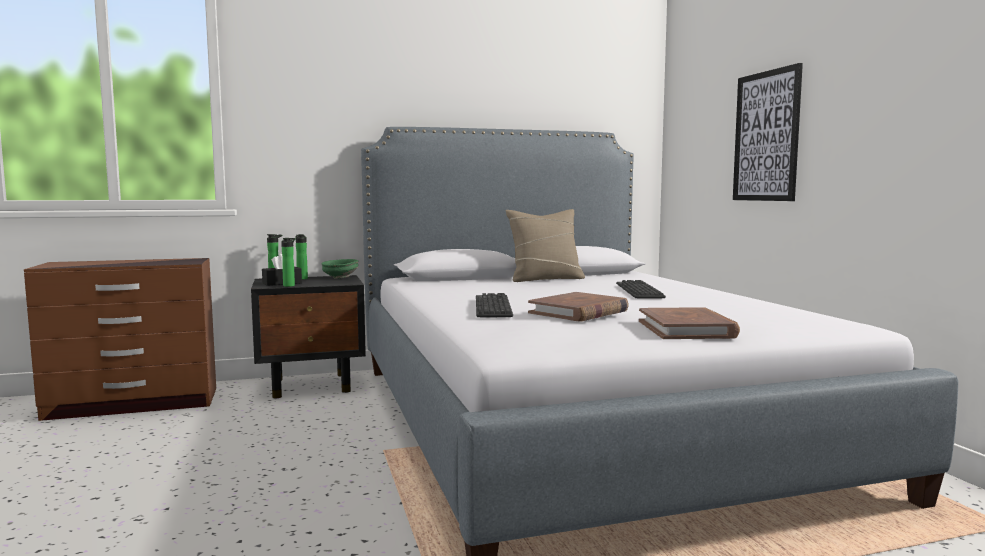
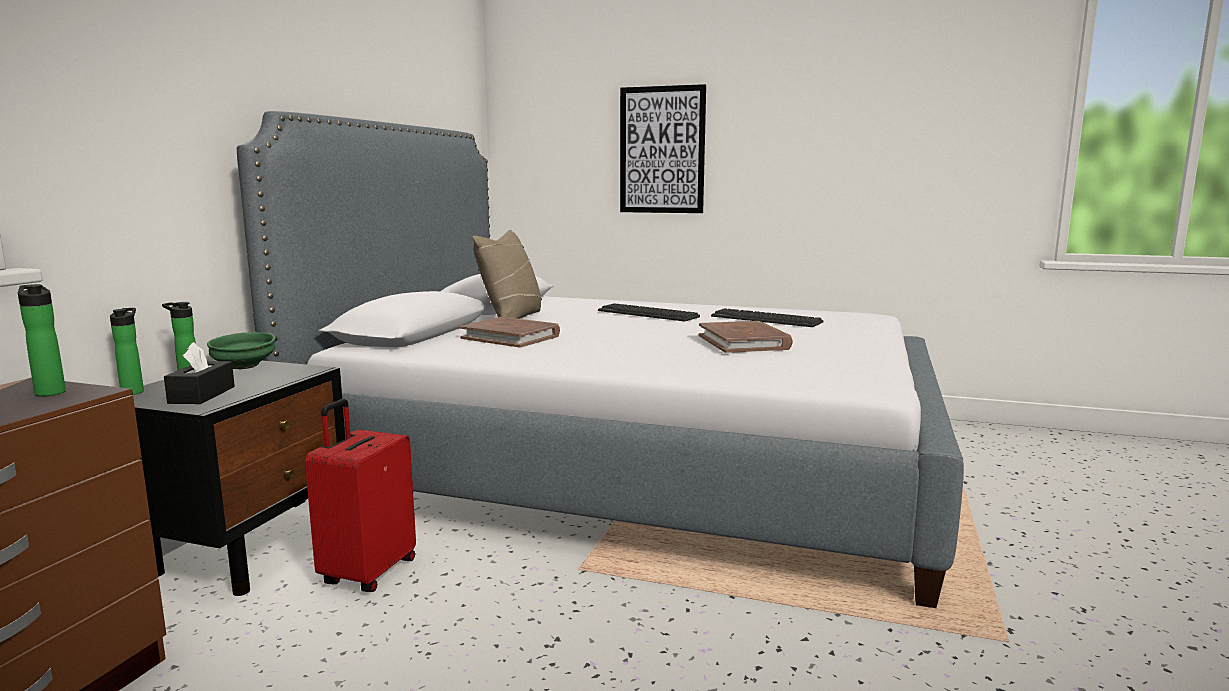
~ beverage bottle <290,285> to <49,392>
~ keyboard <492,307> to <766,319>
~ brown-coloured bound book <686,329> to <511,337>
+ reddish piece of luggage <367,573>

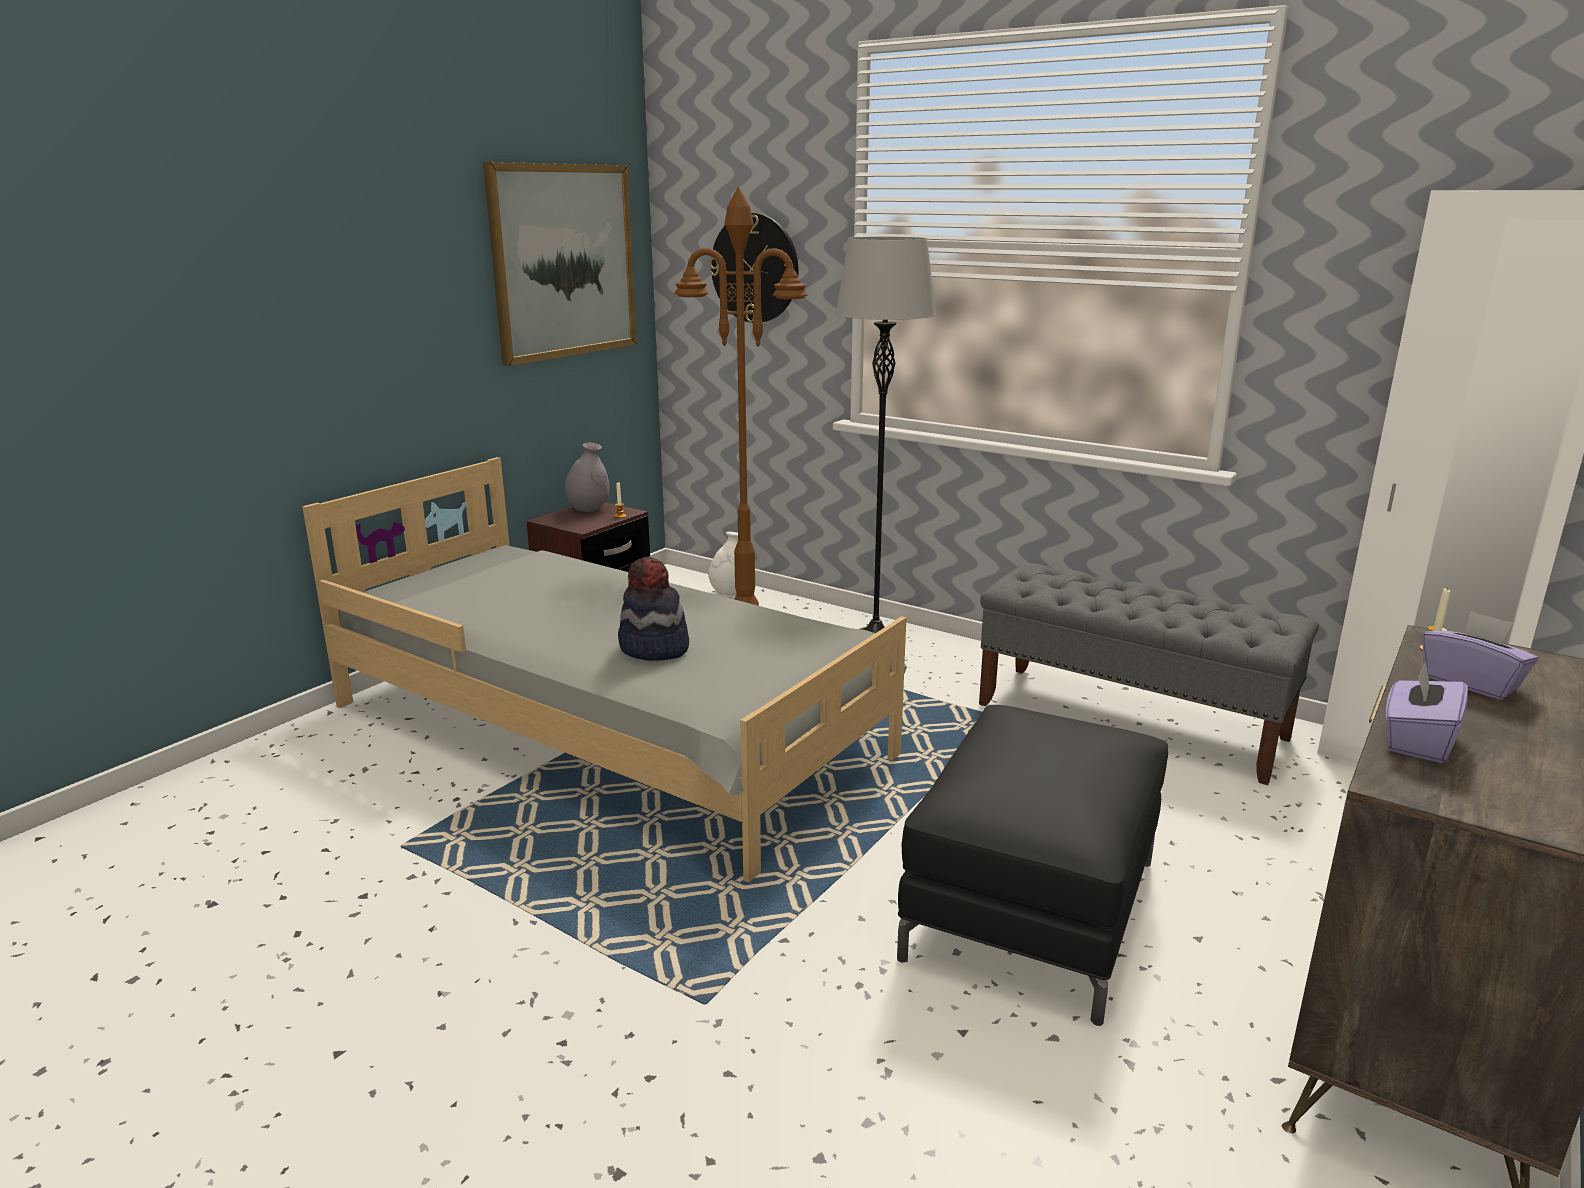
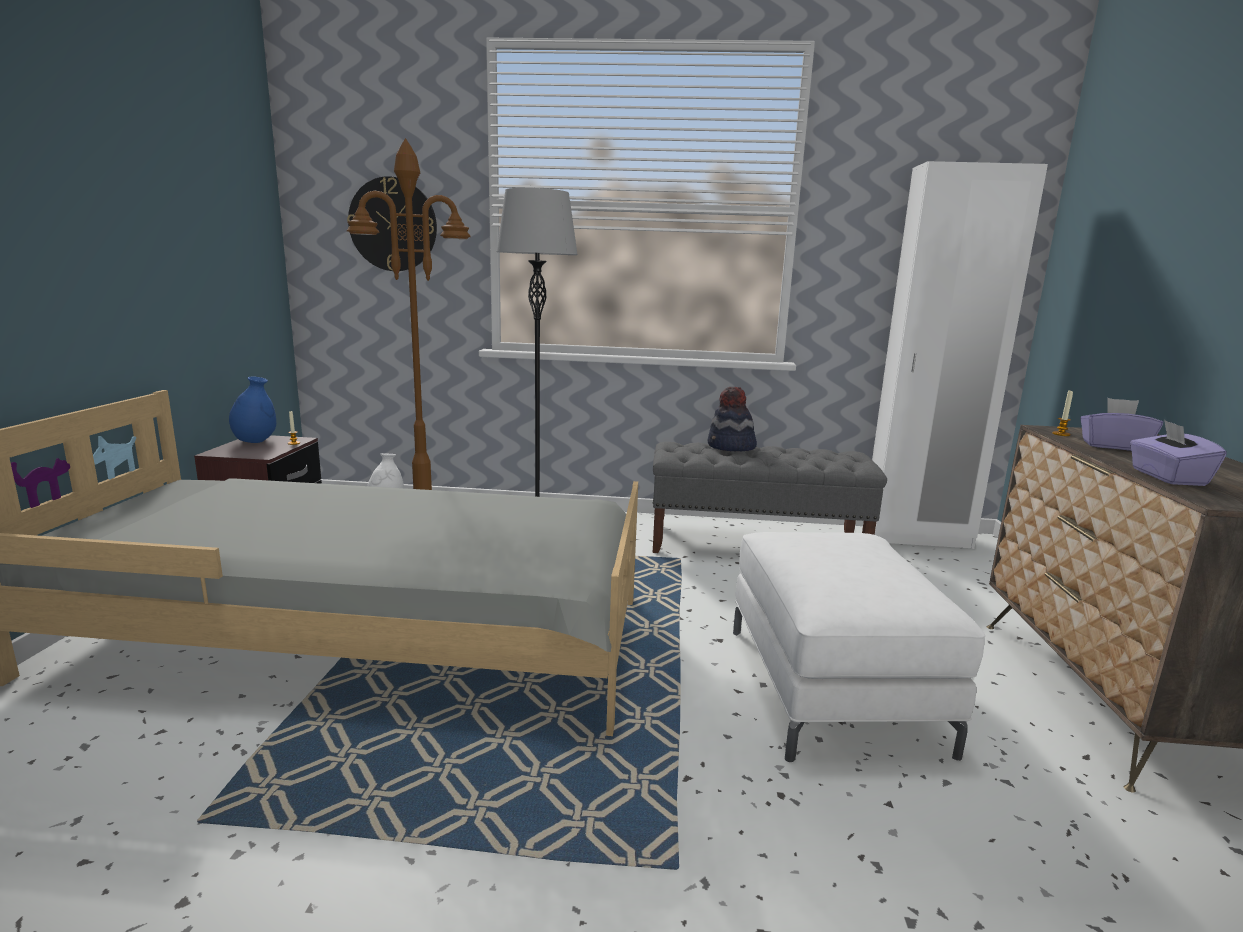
- picture <563,261>
~ greyish flower vase <588,509> to blue-coloured flower vase <255,441>
~ wearable hat <654,648> to <731,447>
~ black footrest <1032,908> to whitish footrest <831,687>

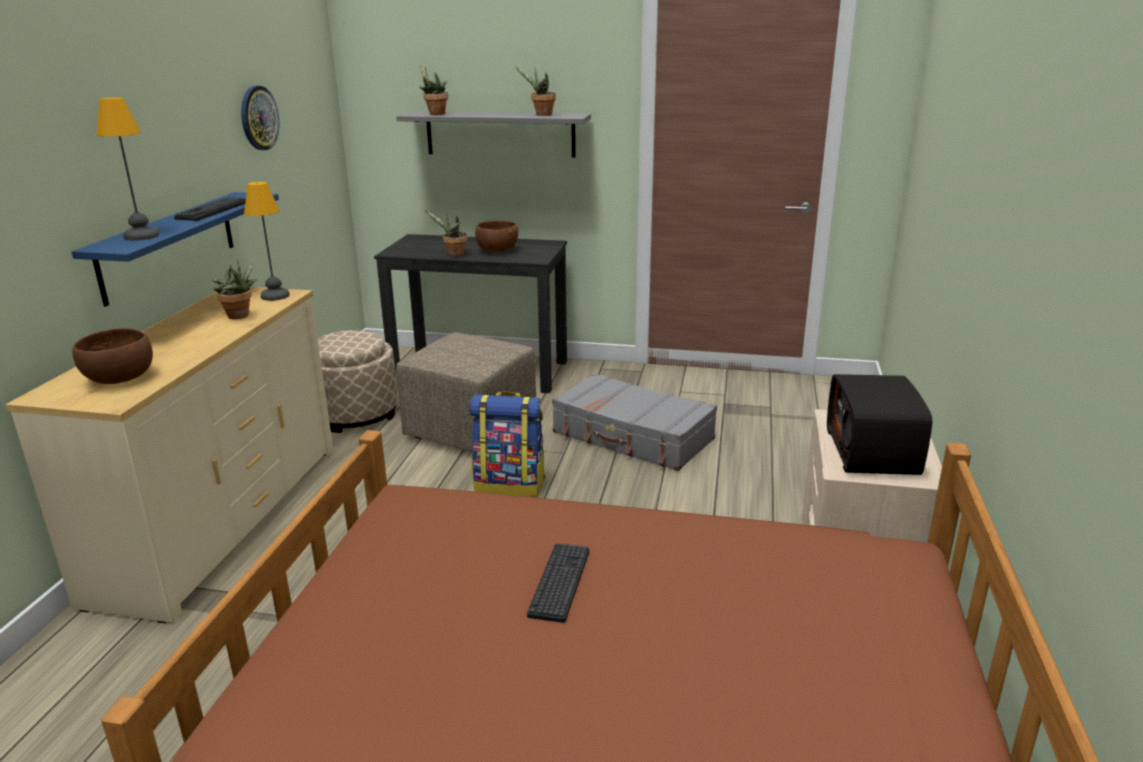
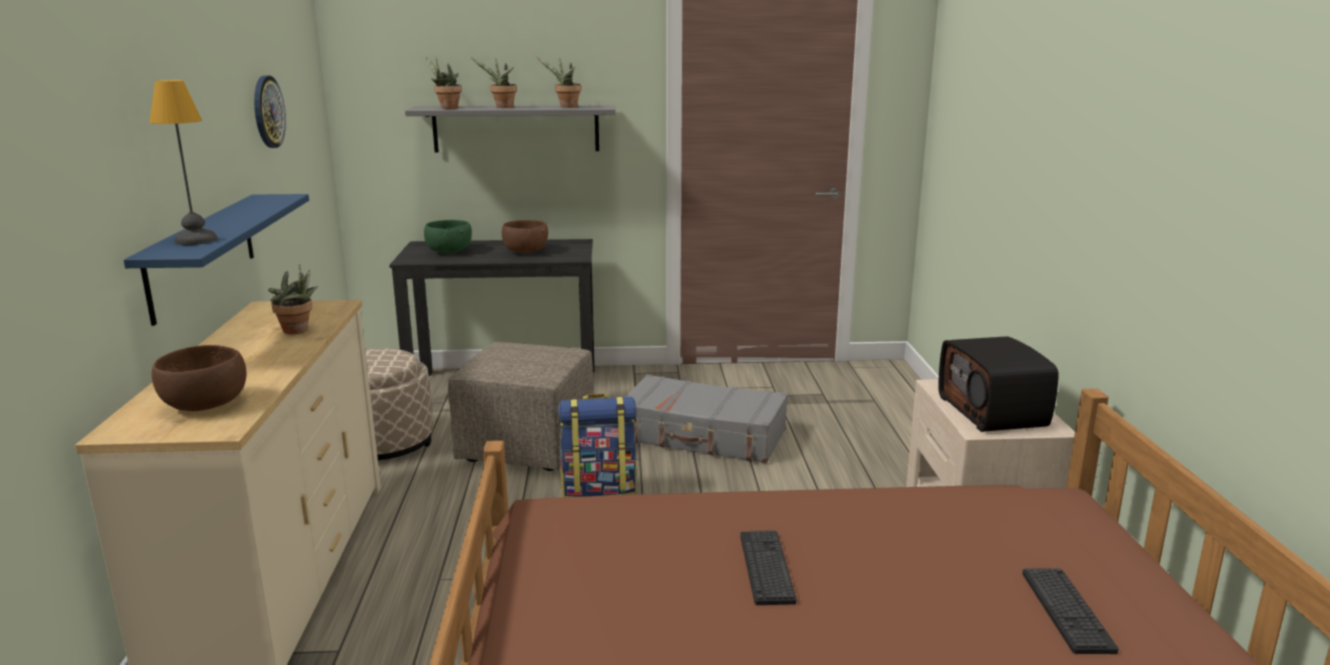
- table lamp <276,295>
~ keyboard <212,210> to <1066,610>
~ plant in a pot <454,255> to <502,107>
+ greenish deep dish <448,252>

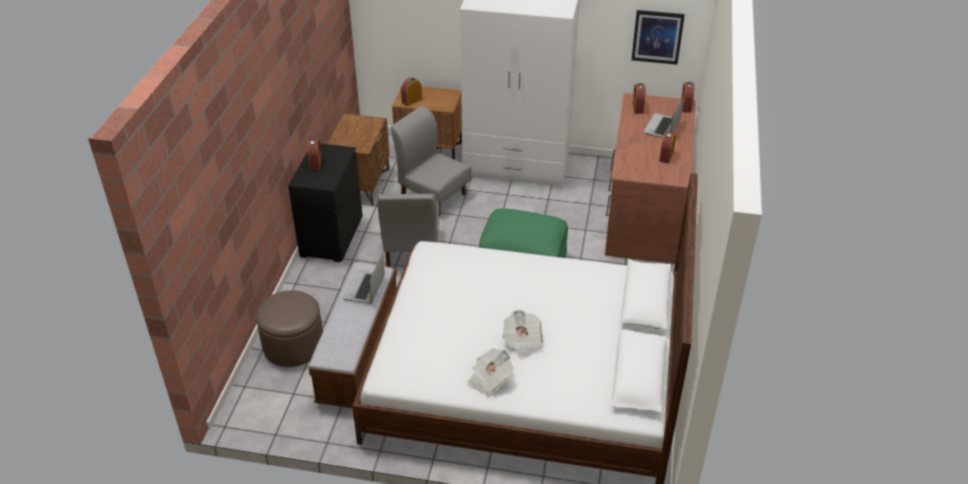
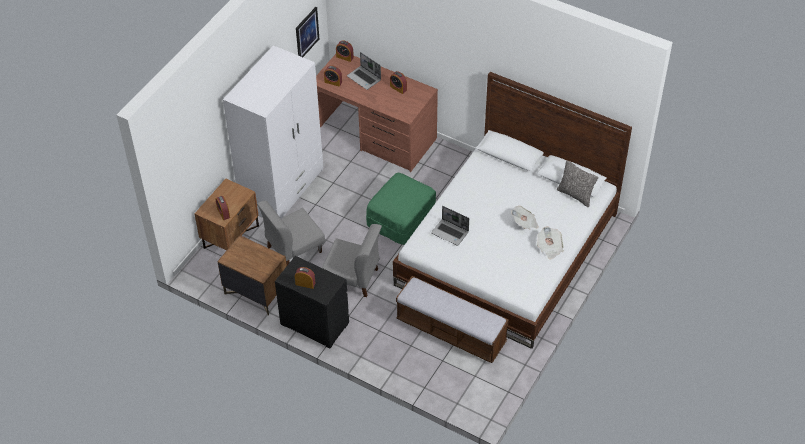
~ laptop <364,288> to <450,232>
- brown-coloured footrest <293,345>
+ cushion <575,195>

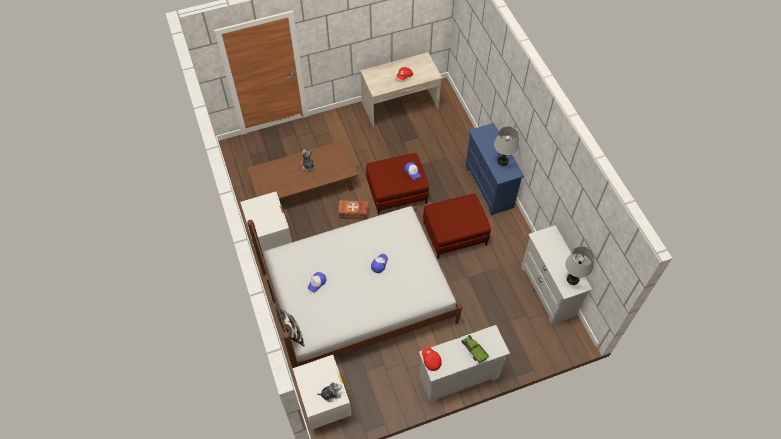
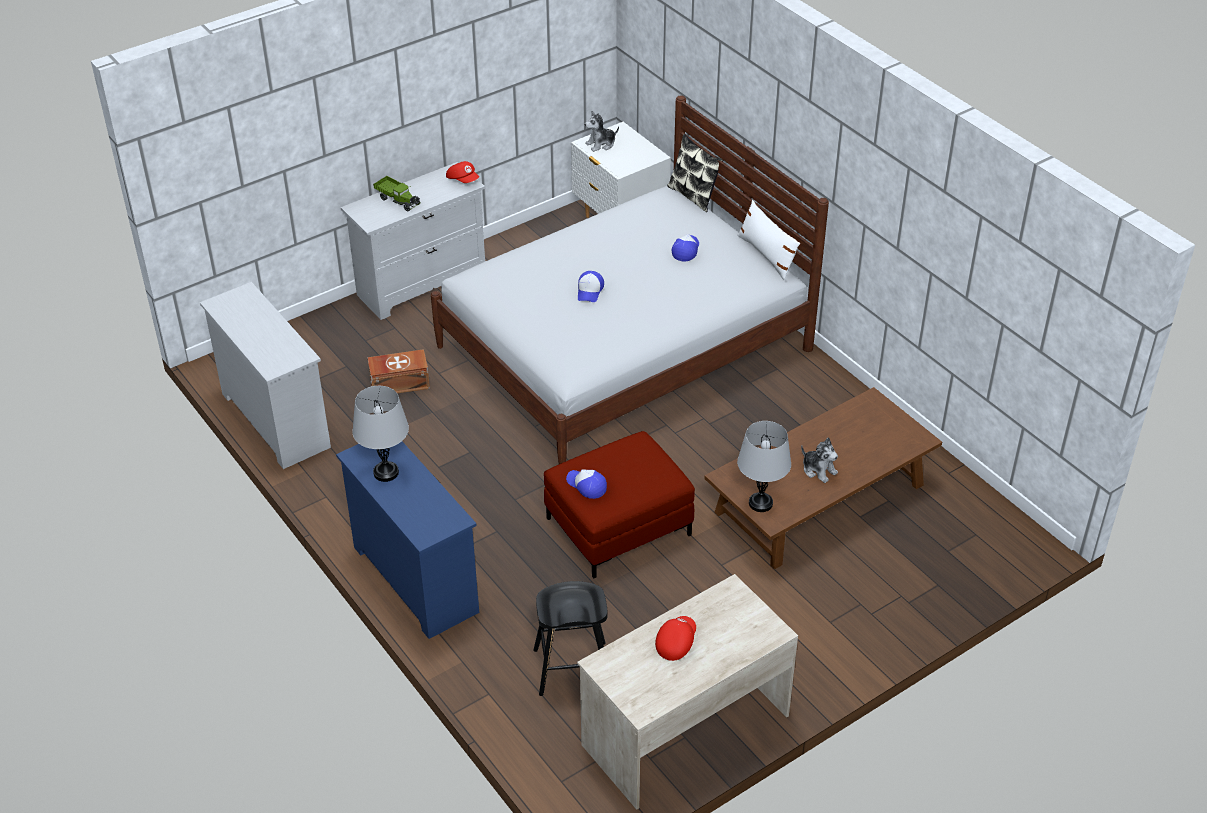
- whitish night table <271,241>
- reddish footrest <455,233>
~ brown-coloured storage bin <354,214> to <398,383>
~ greyish table lamp <572,279> to <760,503>
+ whitish cushion <767,255>
+ black stool seat <572,668>

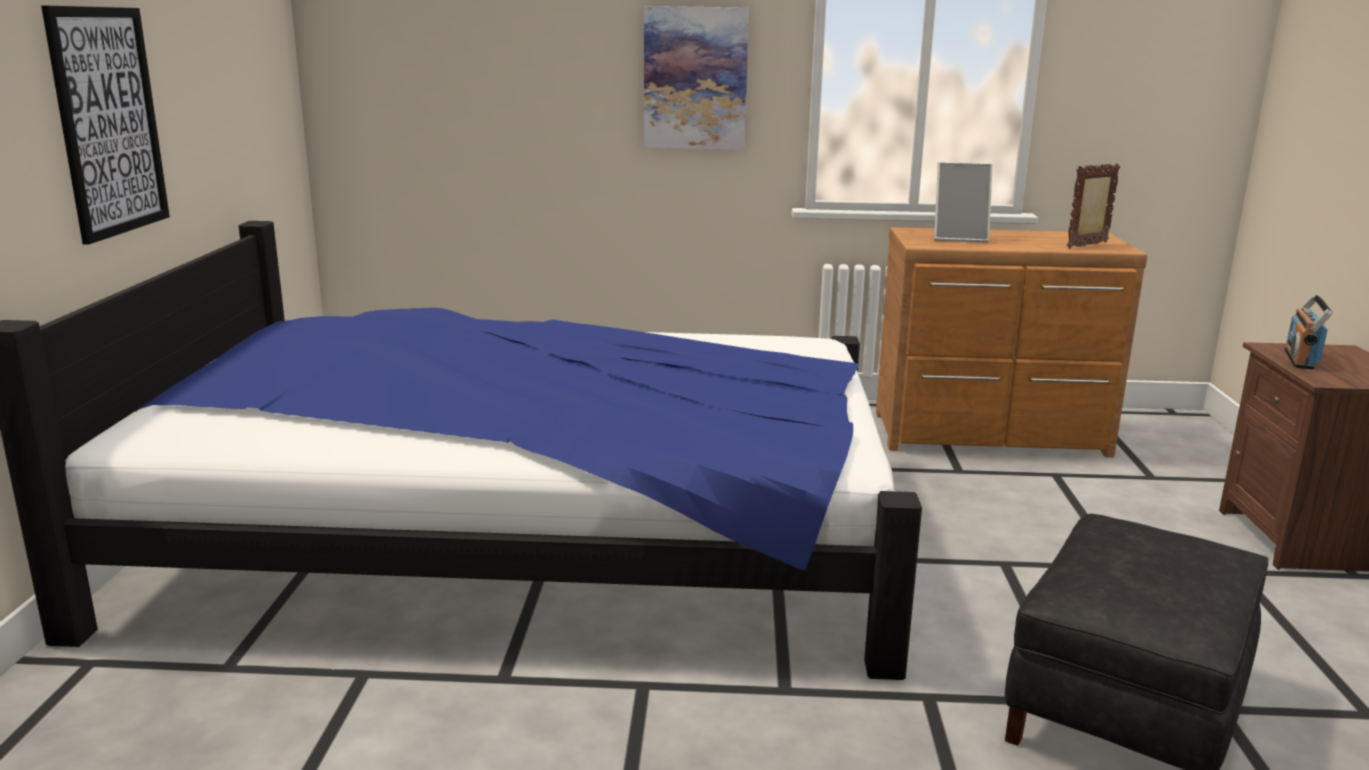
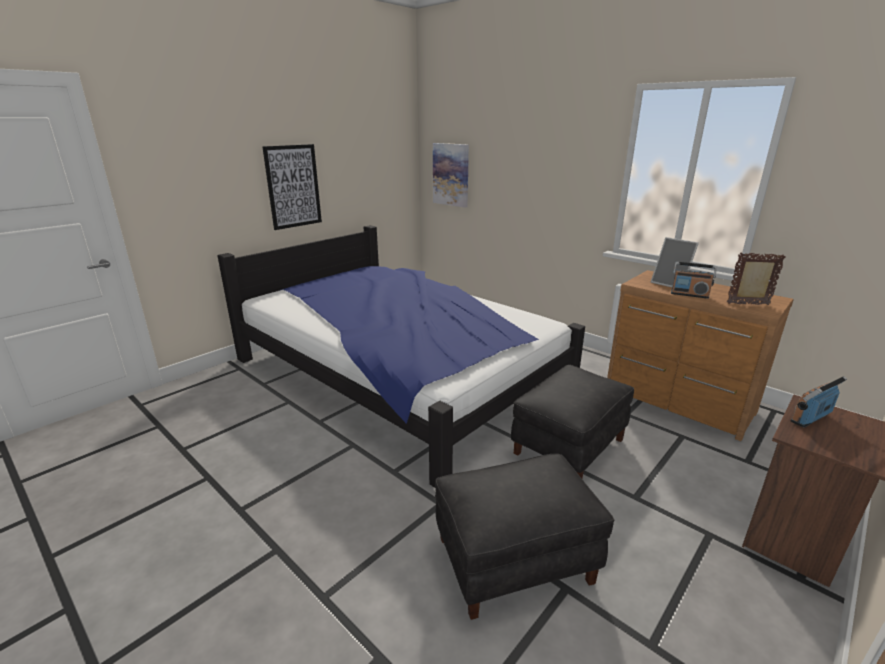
~ picture <695,78> to <451,174>
+ radio receiver <689,294>
+ black footrest <568,446>

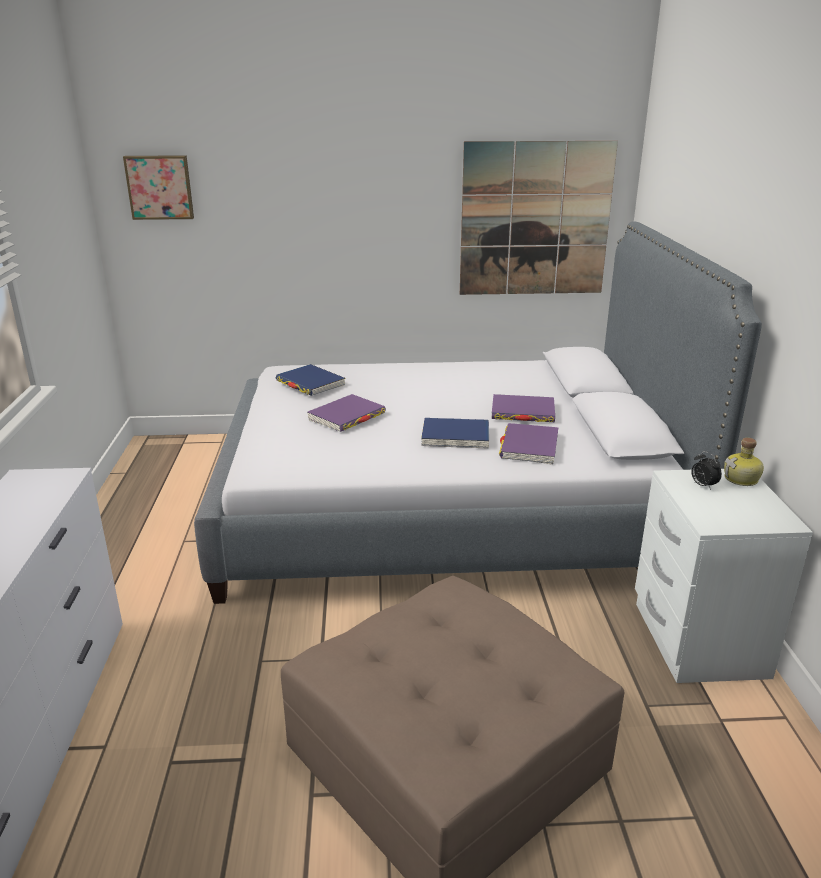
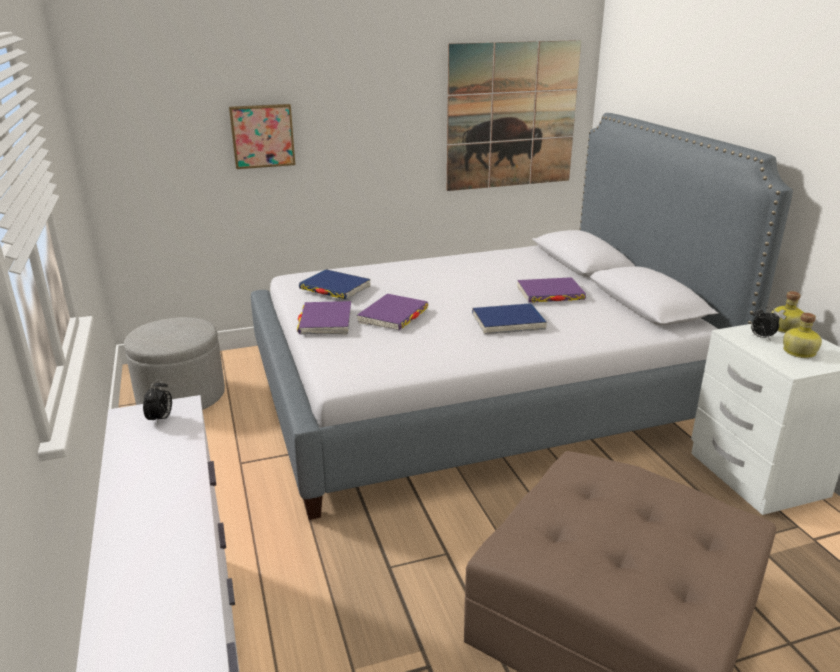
~ picture <160,187> to <262,136>
~ purple bound book <529,447> to <325,321>
+ beverage bottle <798,352>
+ greyish footrest <181,396>
+ table clock <161,419>

